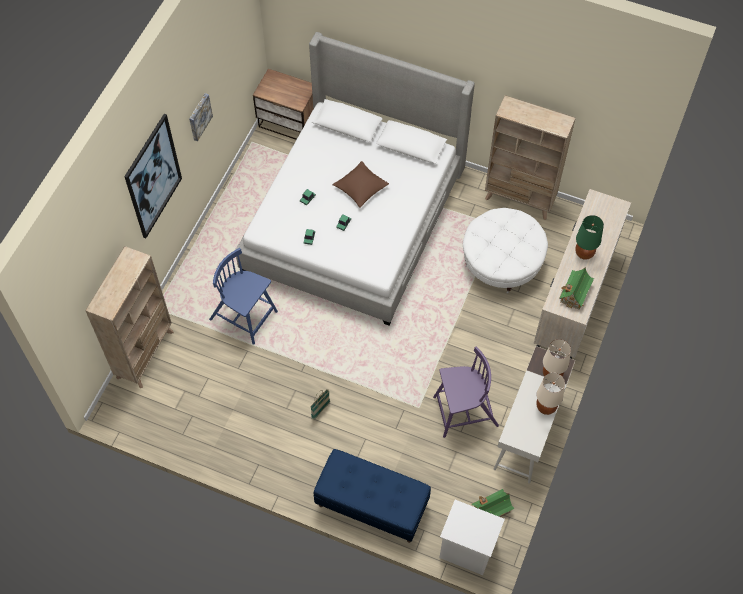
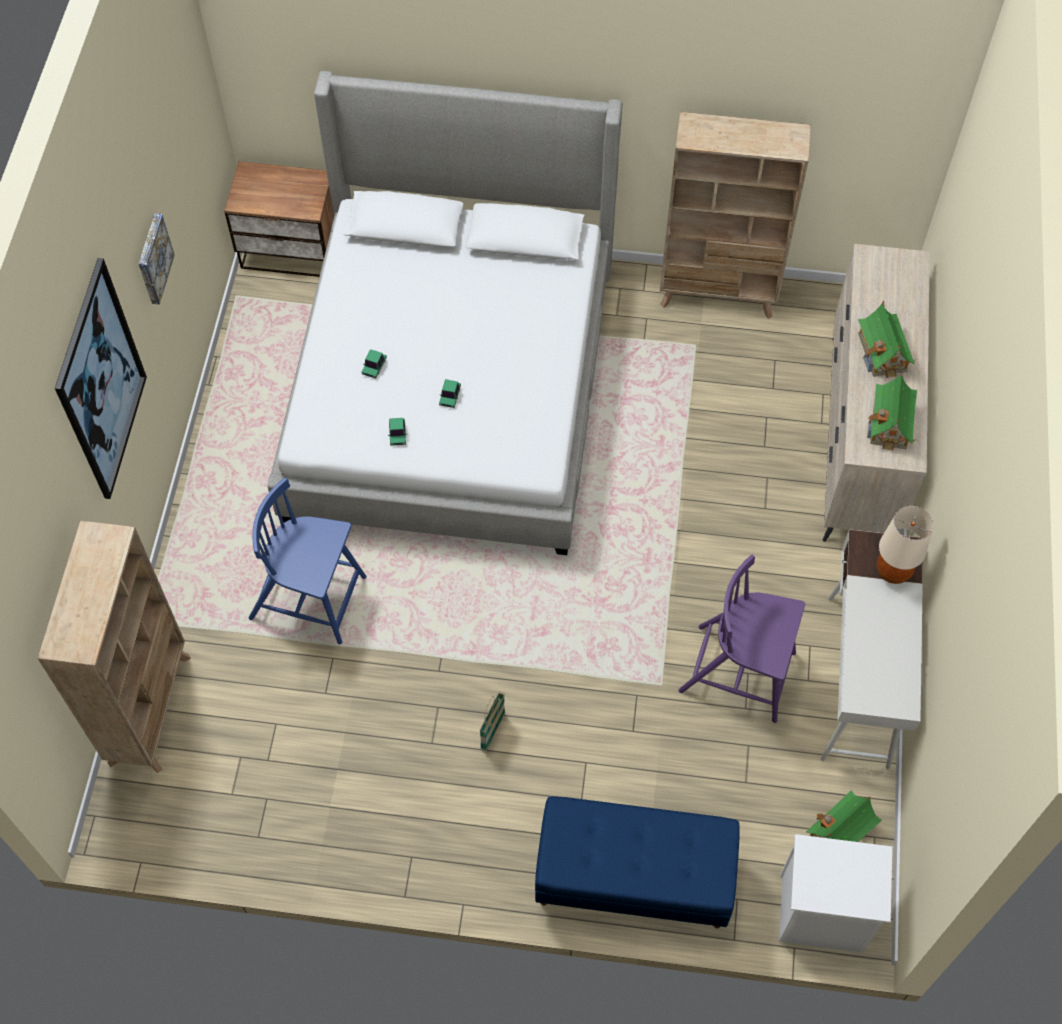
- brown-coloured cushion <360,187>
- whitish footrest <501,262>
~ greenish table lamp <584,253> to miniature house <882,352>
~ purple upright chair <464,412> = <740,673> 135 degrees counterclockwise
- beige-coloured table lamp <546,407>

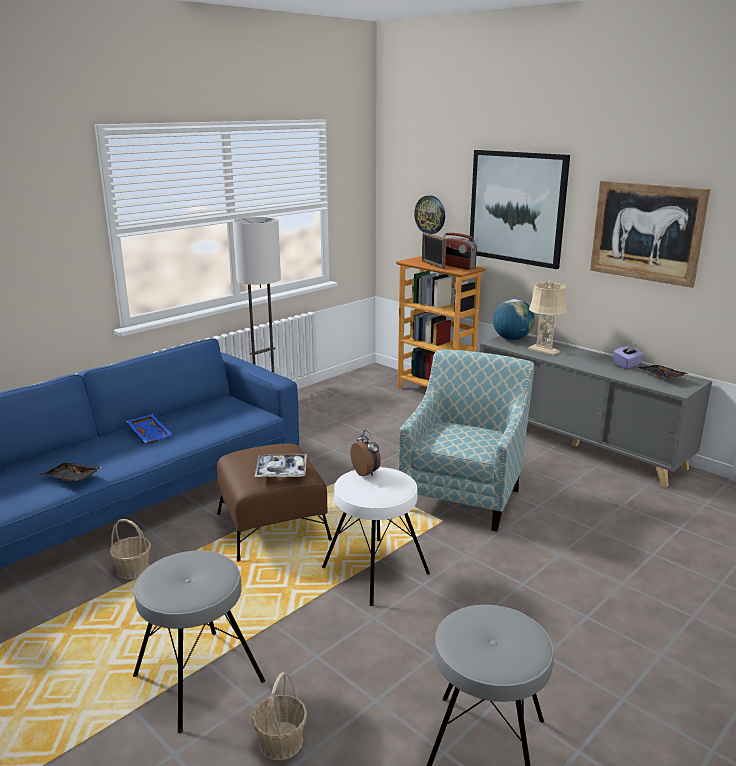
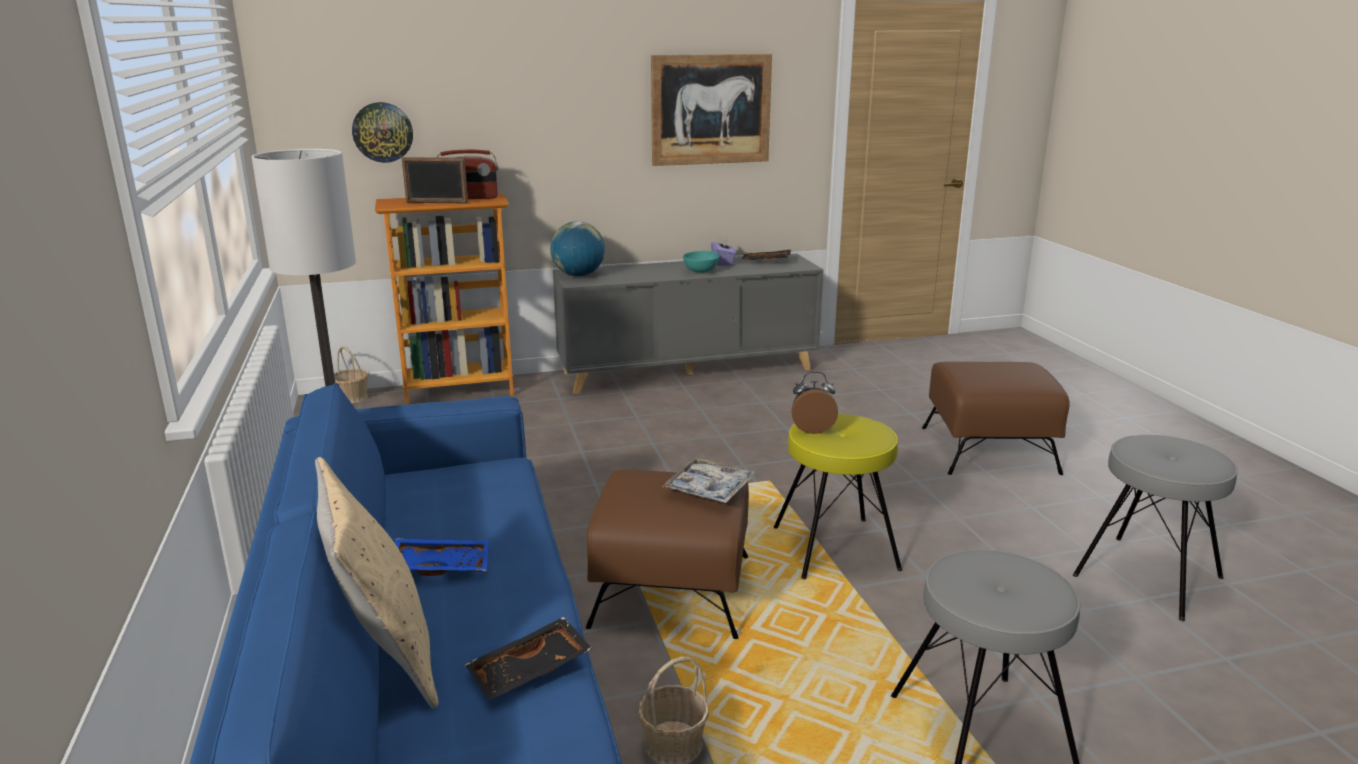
- picture <517,207>
- beige-coloured table lamp <543,350>
- armchair <464,494>
~ whitish stool seat <374,570> to yellow stool seat <834,549>
~ storage basket <280,742> to <352,398>
+ blue-green deep dish <702,271>
+ brown-coloured footrest <990,450>
+ beige-coloured cushion <385,656>

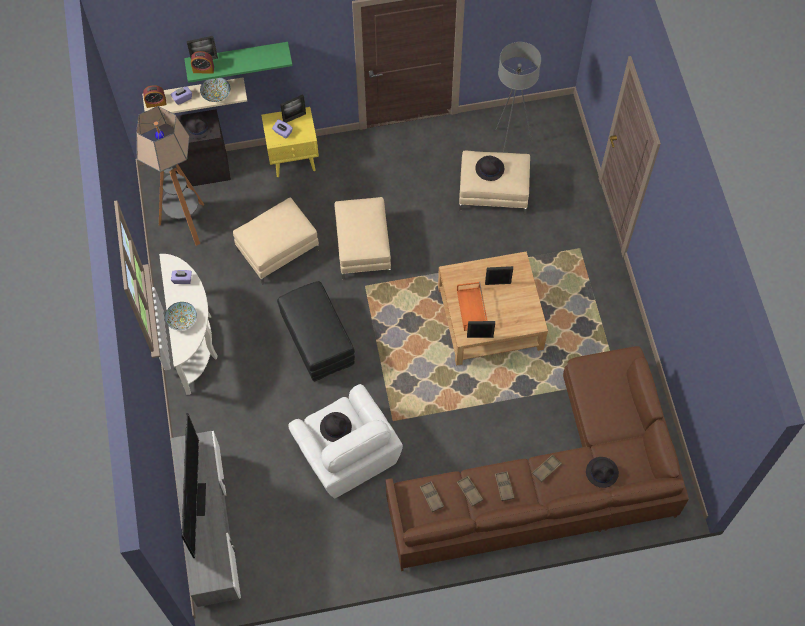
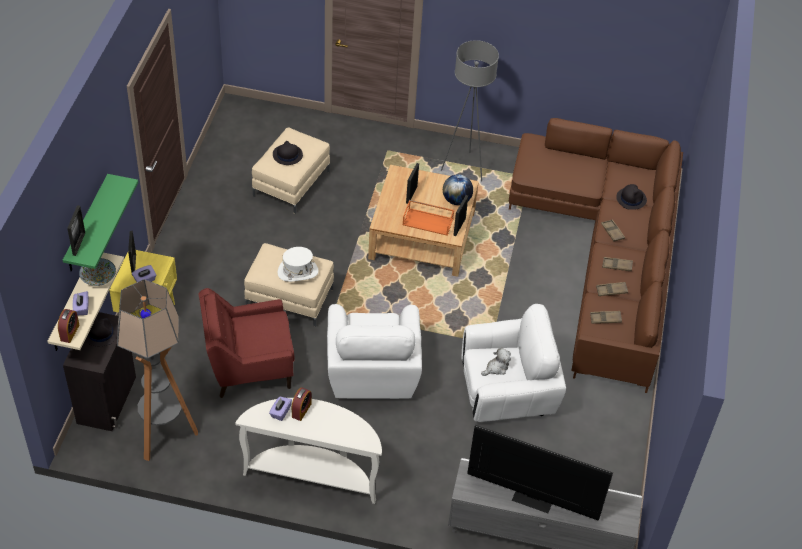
~ greyish standing lamp <509,145> to <464,168>
~ table clock <203,69> to <301,410>
~ beige-coloured footrest <278,249> to reddish armchair <248,366>
~ black footrest <317,340> to whitish armchair <372,371>
- deep dish <182,320>
~ black wearable hat <335,427> to soft toy <496,368>
+ world globe <456,200>
+ whitish wearable hat <298,272>

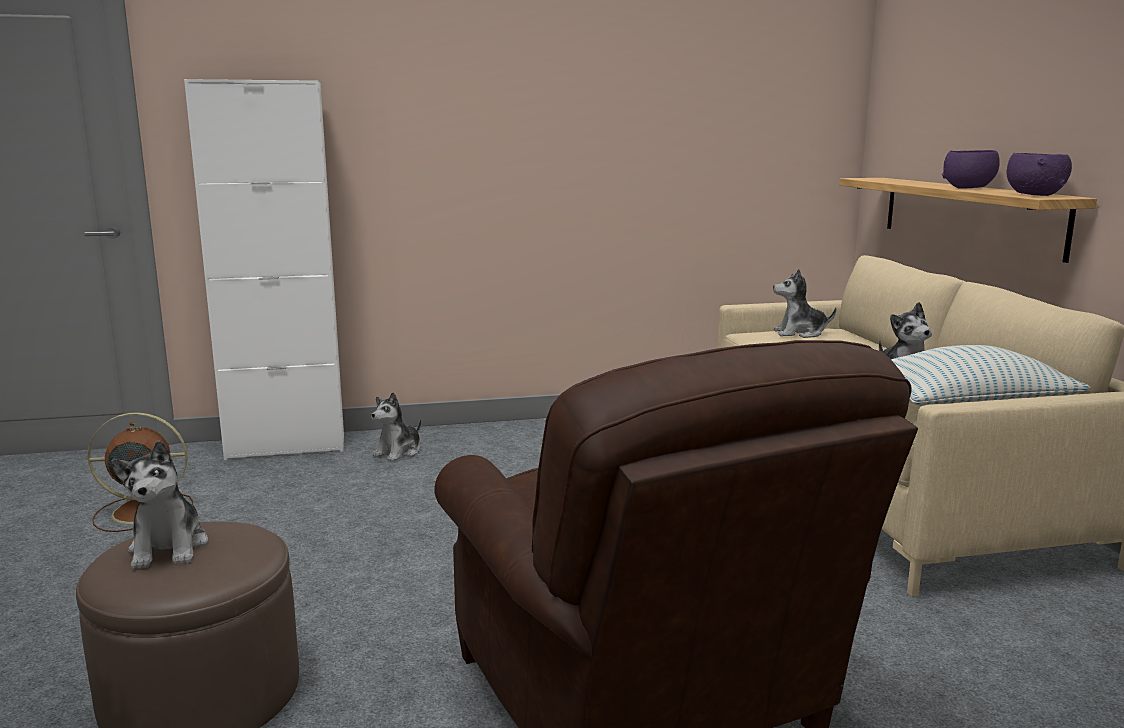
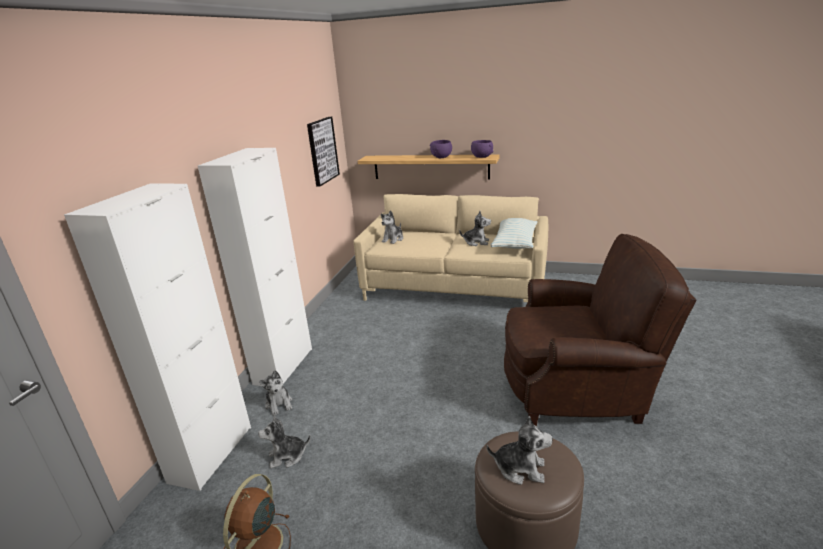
+ picture <322,151>
+ whitish storage cabinet <283,366>
+ soft toy <287,456>

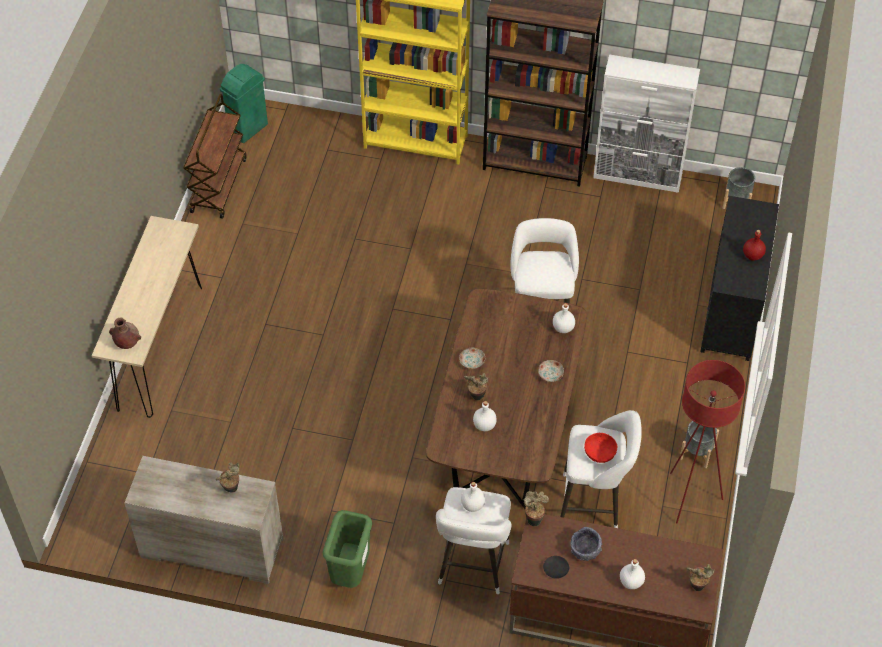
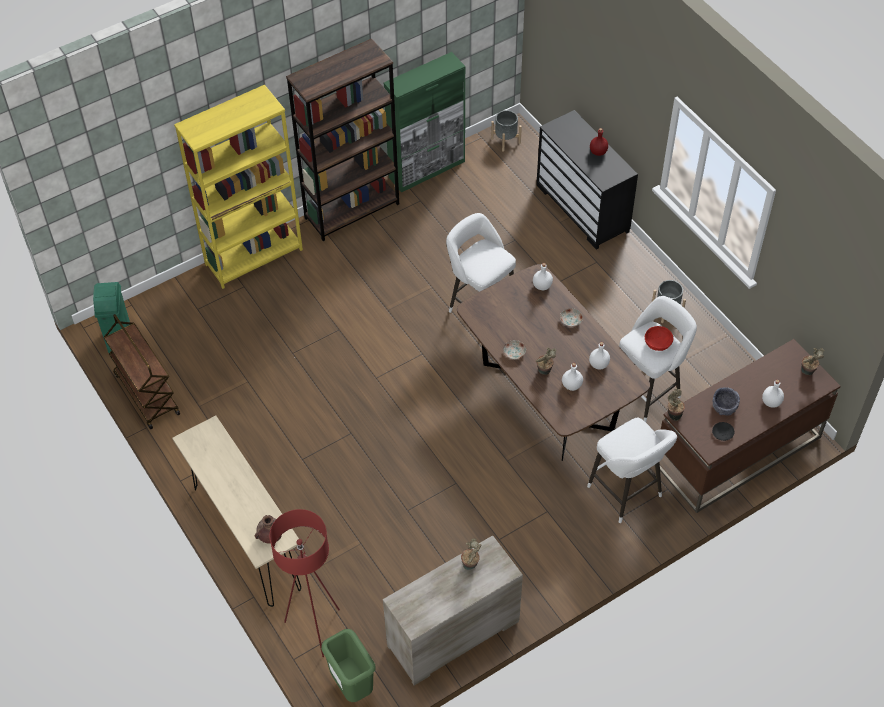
~ whitish storage cabinet <638,175> to greenish storage cabinet <427,169>
~ reddish standing lamp <689,497> to <314,629>
~ whitish beverage bottle <472,505> to <598,364>
~ greenish waste bin <350,572> to <351,685>

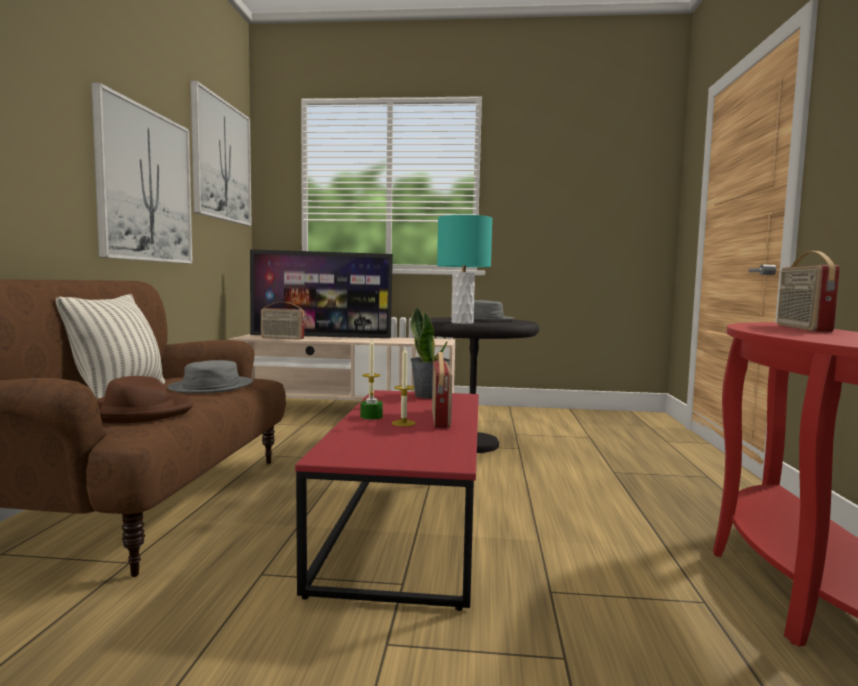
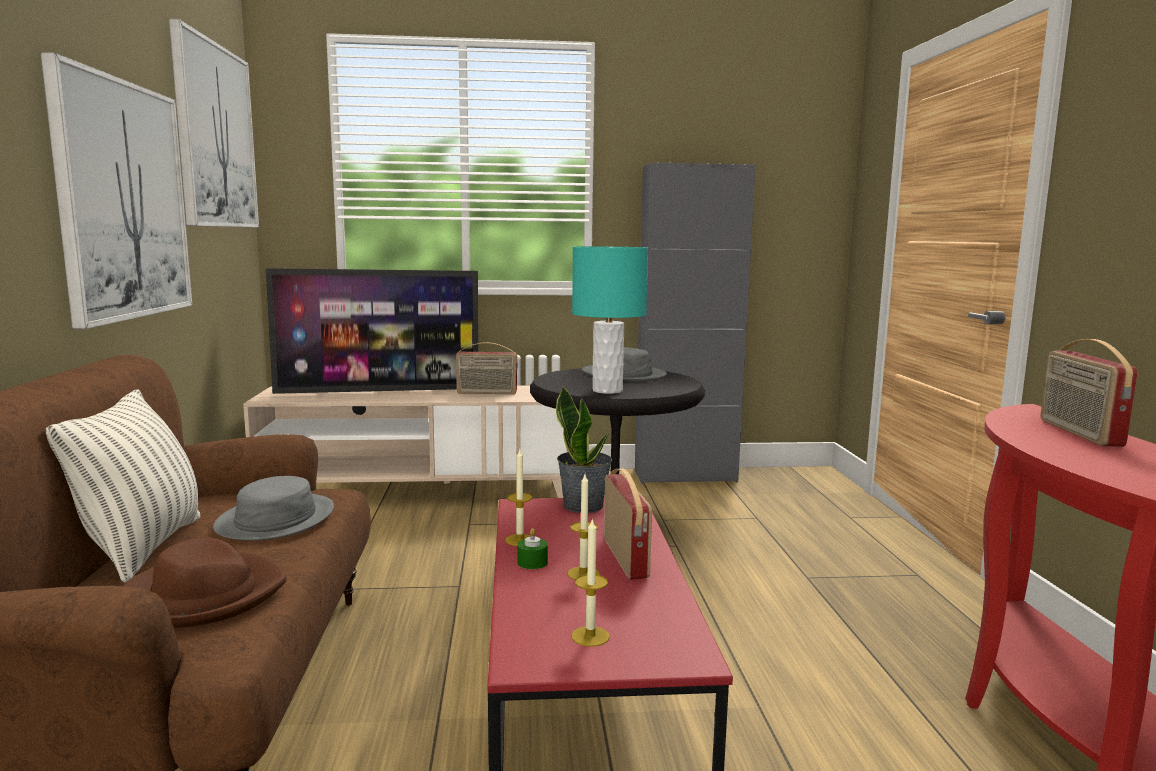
~ radio receiver <282,338> to <486,393>
+ greyish storage cabinet <685,476>
+ candle <590,636>

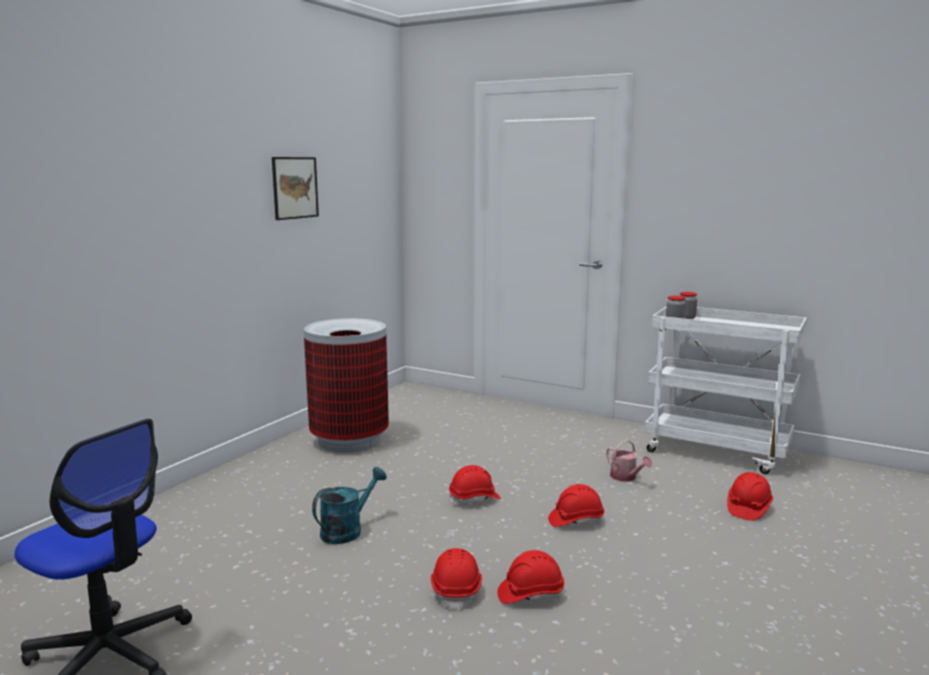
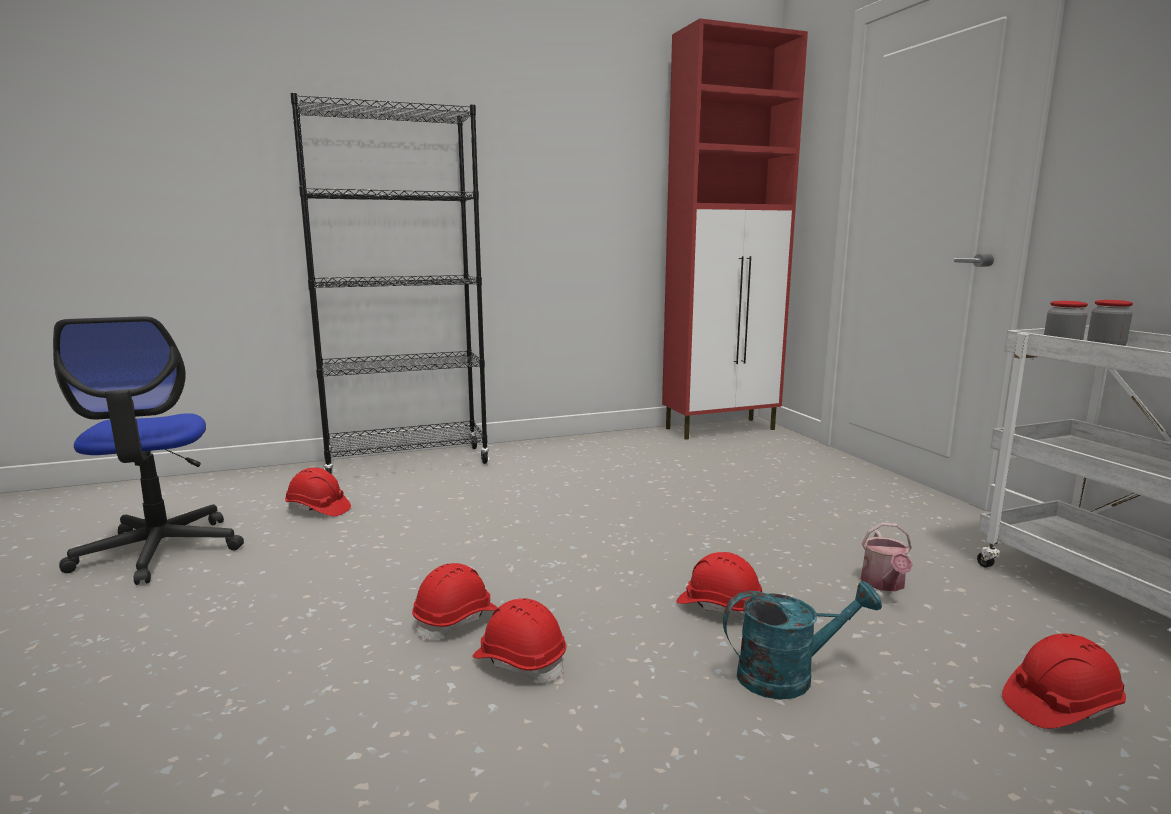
- picture <295,188>
- waste bin <350,440>
~ reddish work helmet <474,499> to <318,509>
~ blue-green watering can <347,530> to <788,675>
+ reddish storage cabinet <721,429>
+ black shelving unit <407,463>

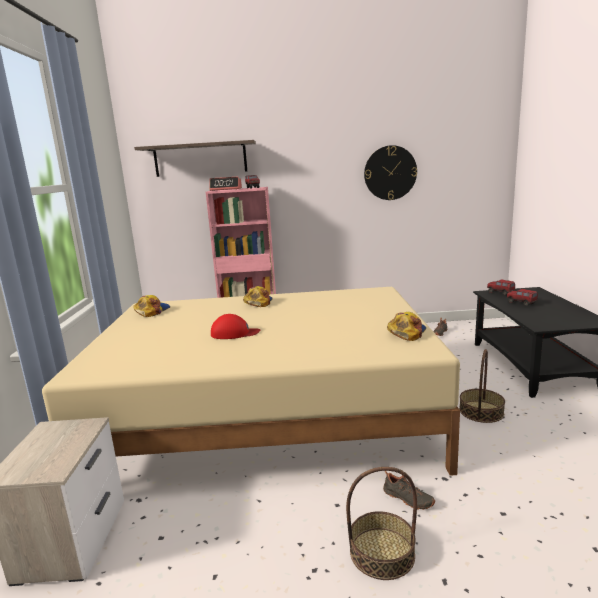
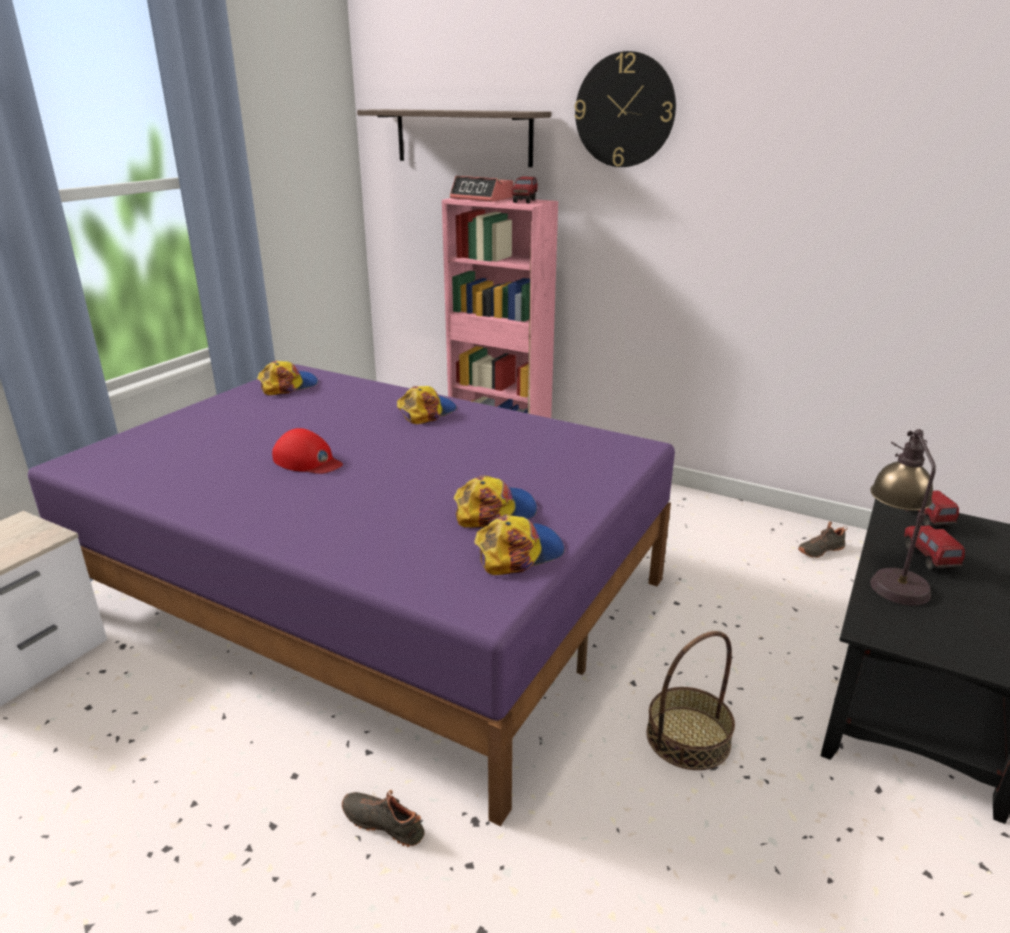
~ wall clock <390,173> to <624,110>
~ beige-coloured bedroom bed <266,416> to purple bedroom bed <375,594>
- storage basket <382,553>
~ black low shoe <407,499> = <384,822> 135 degrees clockwise
+ table lamp <890,576>
+ baseball cap <495,511>

